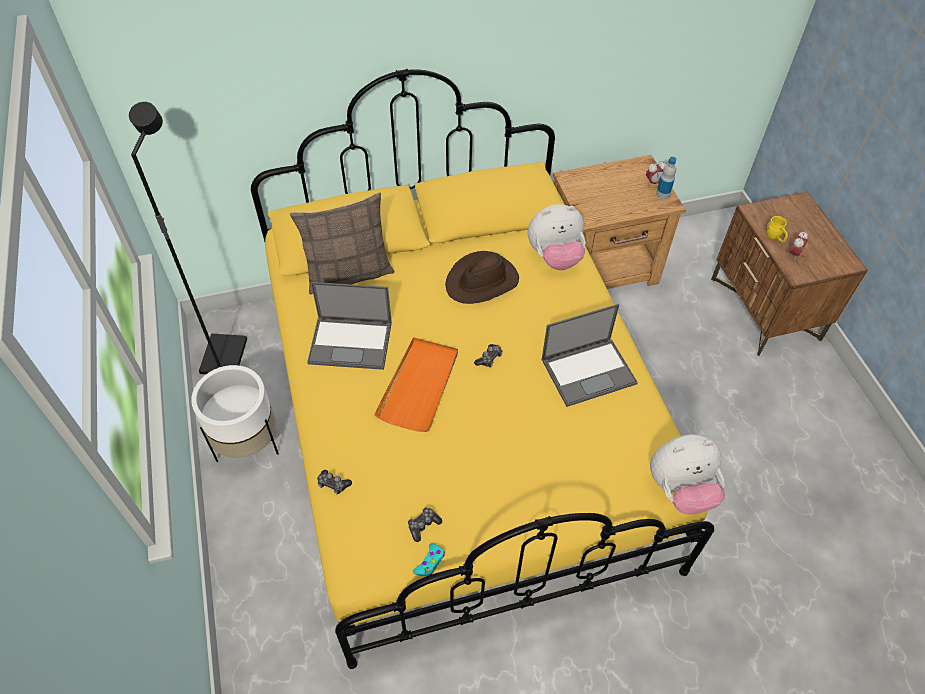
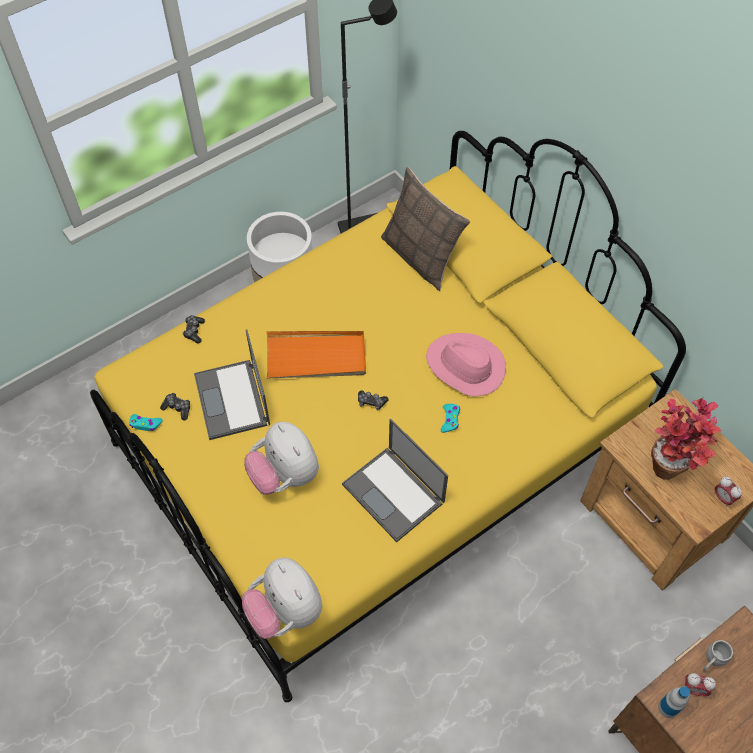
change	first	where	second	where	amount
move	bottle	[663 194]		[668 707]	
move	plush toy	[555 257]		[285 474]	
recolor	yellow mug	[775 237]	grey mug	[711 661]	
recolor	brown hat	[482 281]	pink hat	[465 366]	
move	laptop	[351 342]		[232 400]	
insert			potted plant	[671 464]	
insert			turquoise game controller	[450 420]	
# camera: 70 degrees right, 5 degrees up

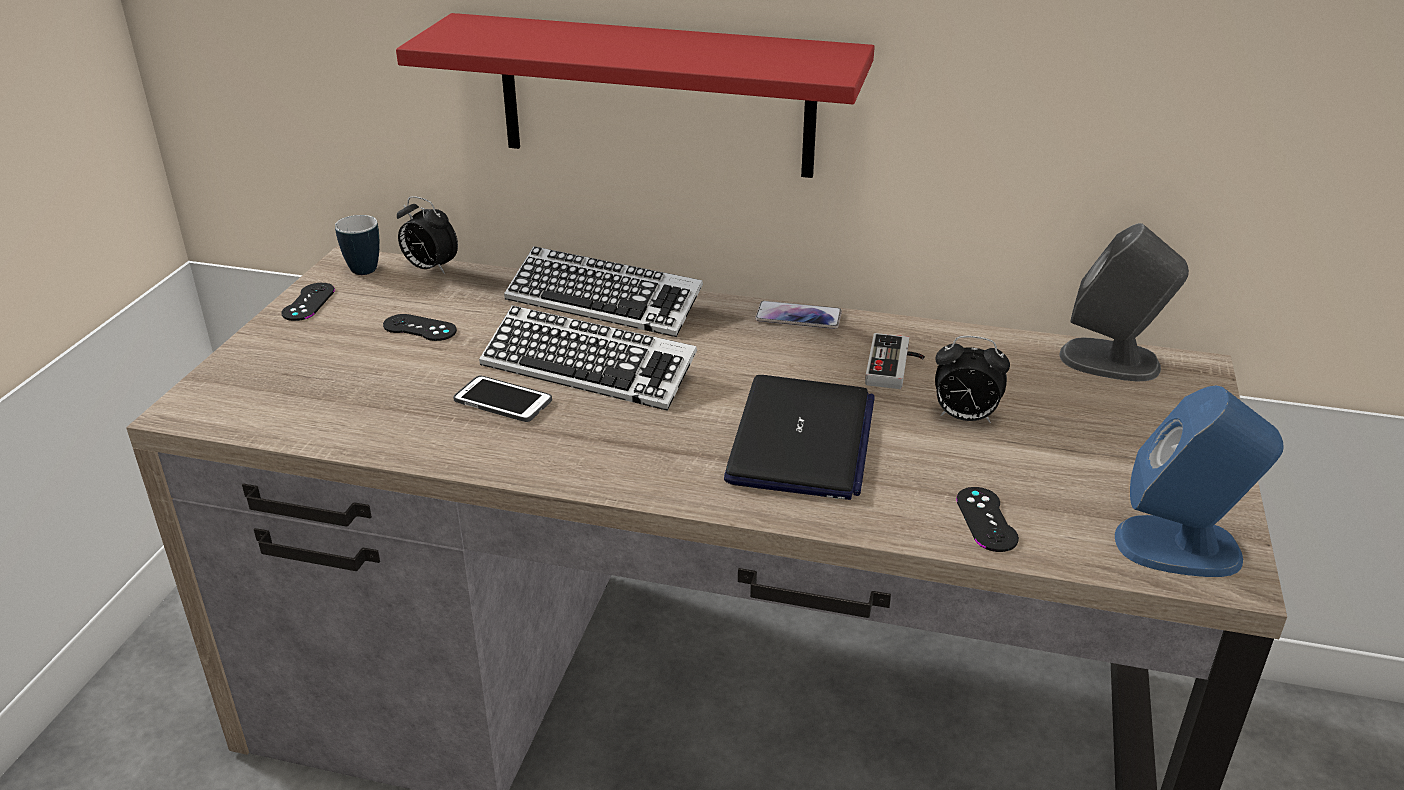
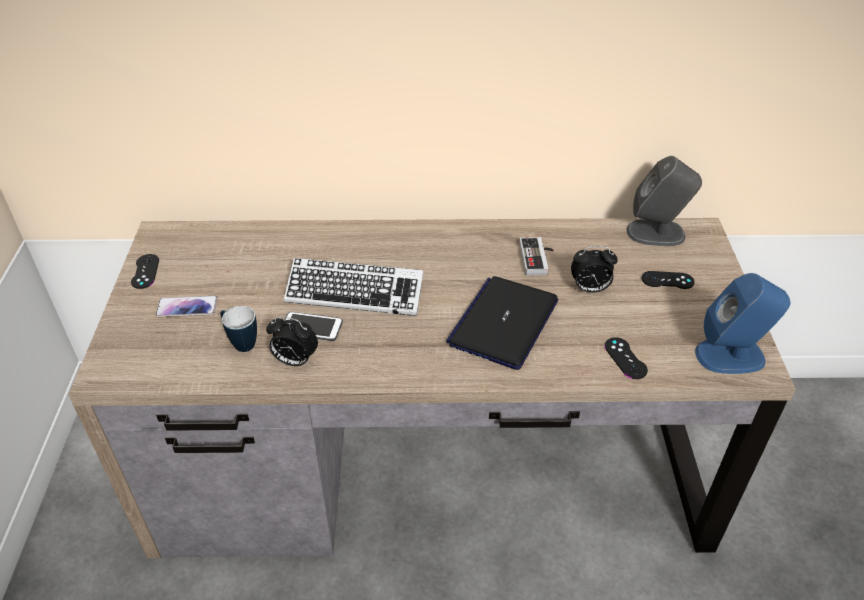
change	first	where	second	where	amount
delete	red shelf	[656 96]			
move	alarm clock	[429 268]		[295 361]	
move	mug	[360 267]		[240 343]	
delete	keyboard	[603 302]			
move	phone	[798 316]		[187 307]	
move	black game controller	[419 328]		[667 280]	
rotate	laptop	[801 440]		[503 323]	150 degrees counterclockwise
# camera: 15 degrees left, 10 degrees up

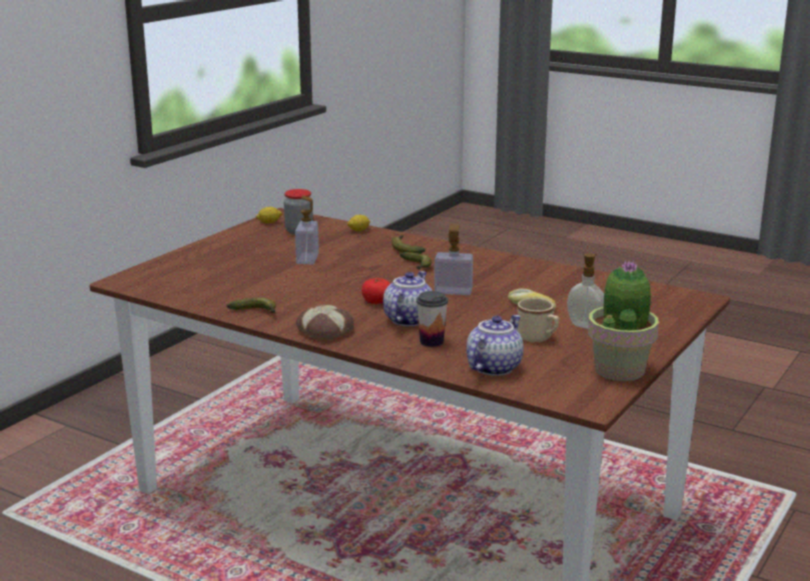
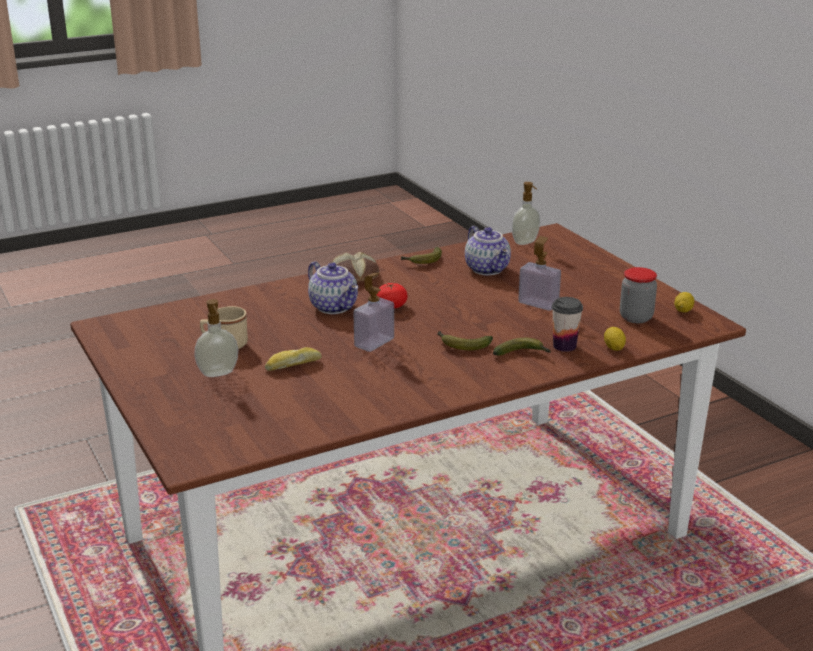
change	first	where	second	where	amount
delete	potted plant	[620 369]			
move	cup	[431 342]		[564 346]	
move	teapot	[493 367]		[488 269]	
insert			soap dispenser	[526 242]	
# camera: 120 degrees right, 5 degrees up

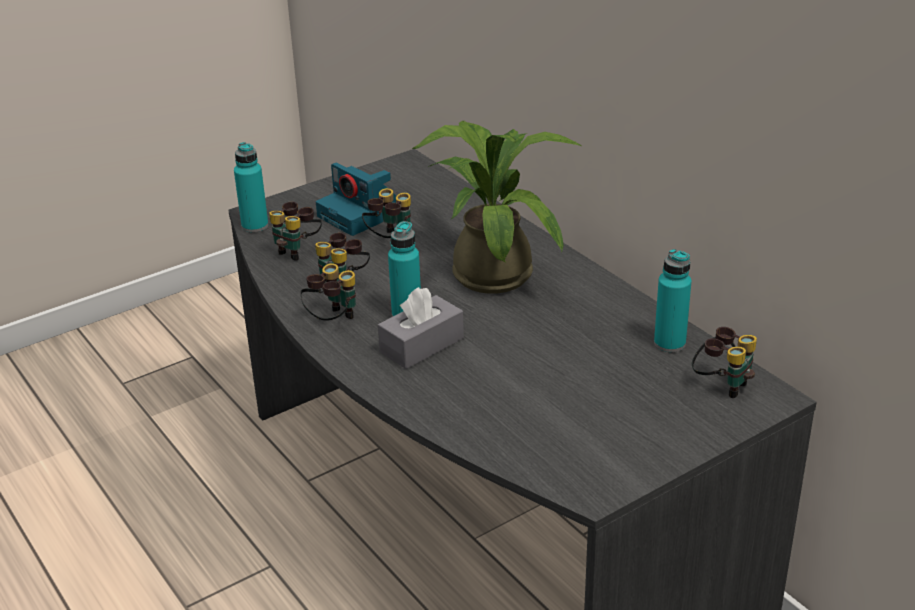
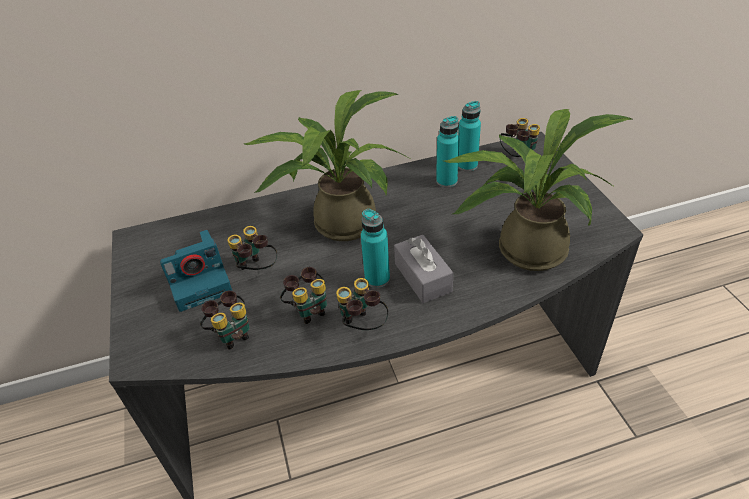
change	first	where	second	where	amount
move	turquoise bottle	[255 226]		[446 181]	
insert			potted plant	[523 248]	
# camera: 70 degrees left, 10 degrees up

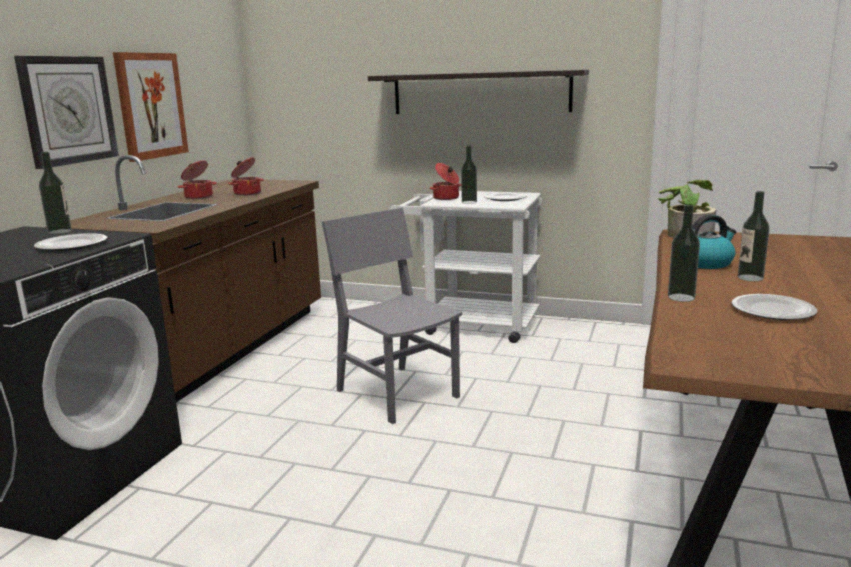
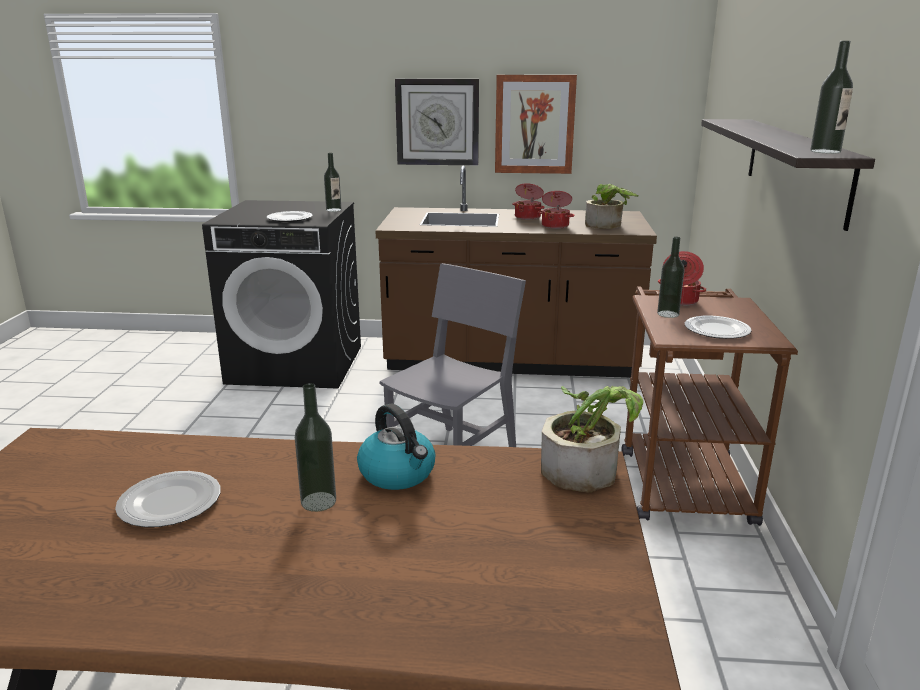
change	first	where	second	where	amount
recolor	white cart	[470 324]	brown cart	[681 478]	
move	bottle	[681 297]		[825 151]	
insert			potted plant	[607 225]	
# camera: 75 degrees right, 5 degrees up

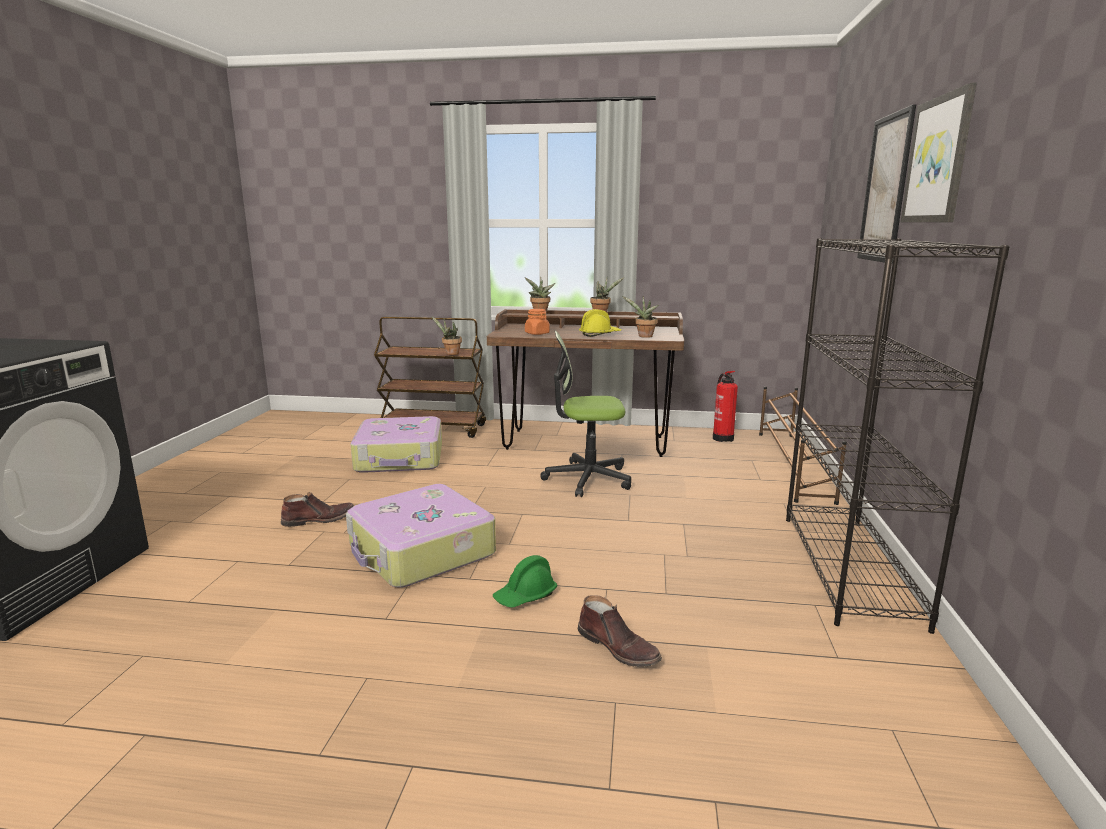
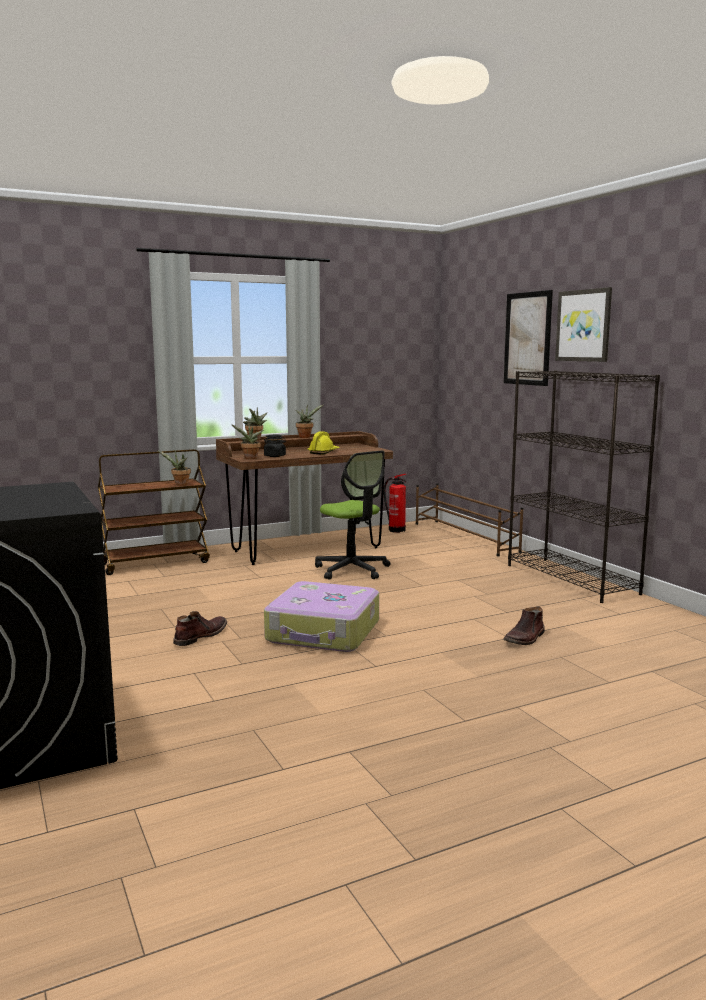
change	first	where	second	where	amount
move	potted plant	[644 336]		[250 458]	
recolor	orange jar	[537 333]	black jar	[275 456]	
rotate	office chair	[587 478]		[352 570]	90 degrees counterclockwise
delete	suitcase	[400 458]			
delete	green hard hat	[525 596]			
rotate	brown boot	[619 647]		[525 638]	120 degrees clockwise
# camera: 35 degrees left, 5 degrees down

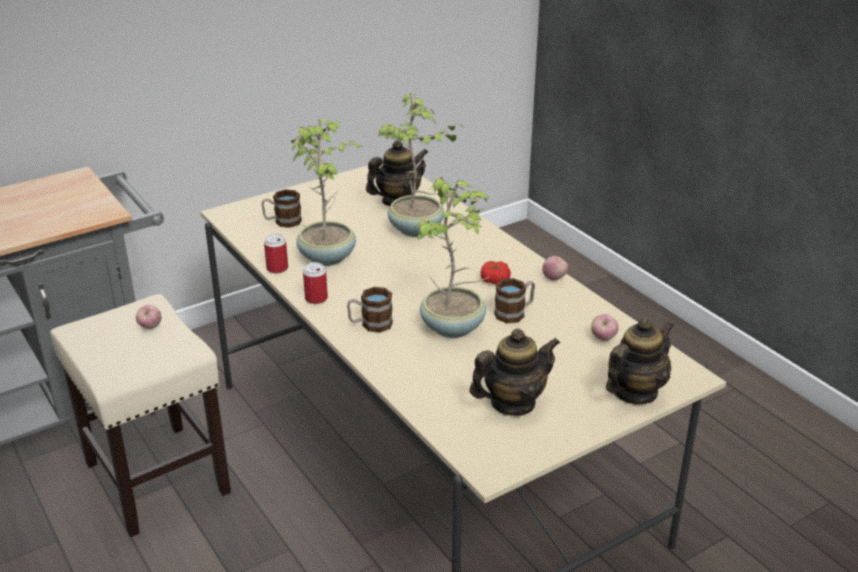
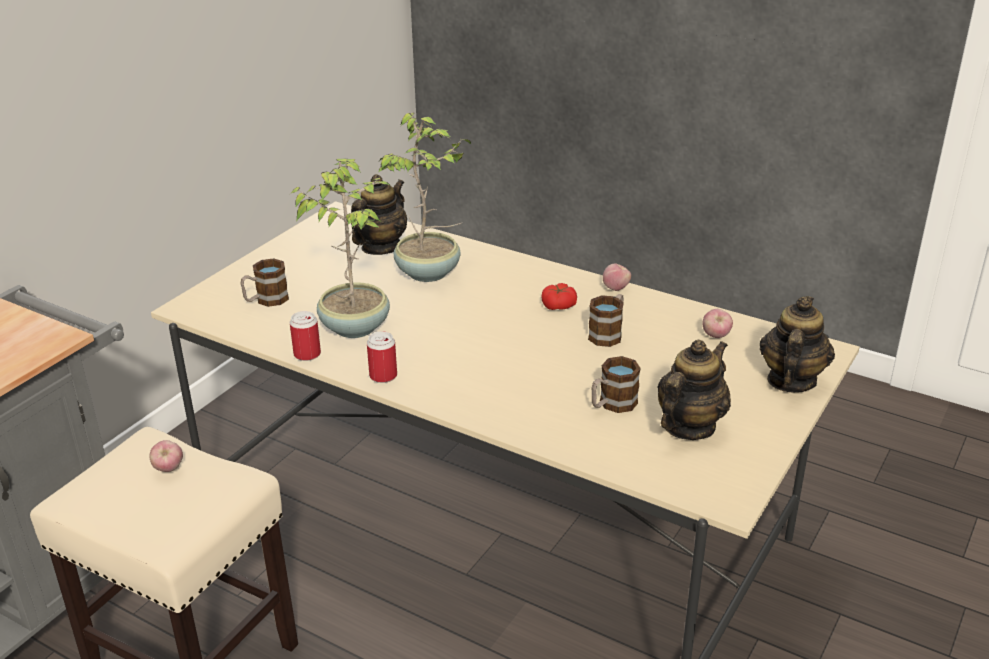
change	first	where	second	where	amount
delete	potted plant	[454 327]			
move	mug	[370 324]		[612 404]	
# camera: 25 degrees left, 0 degrees up

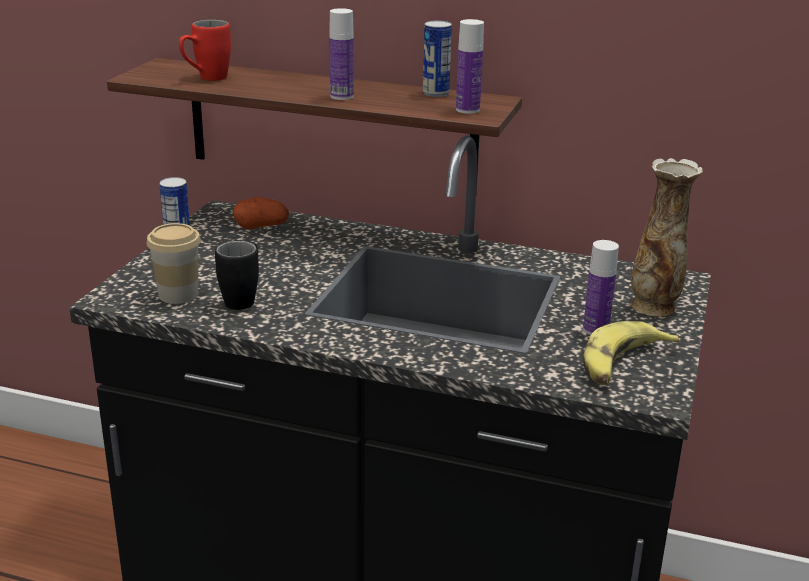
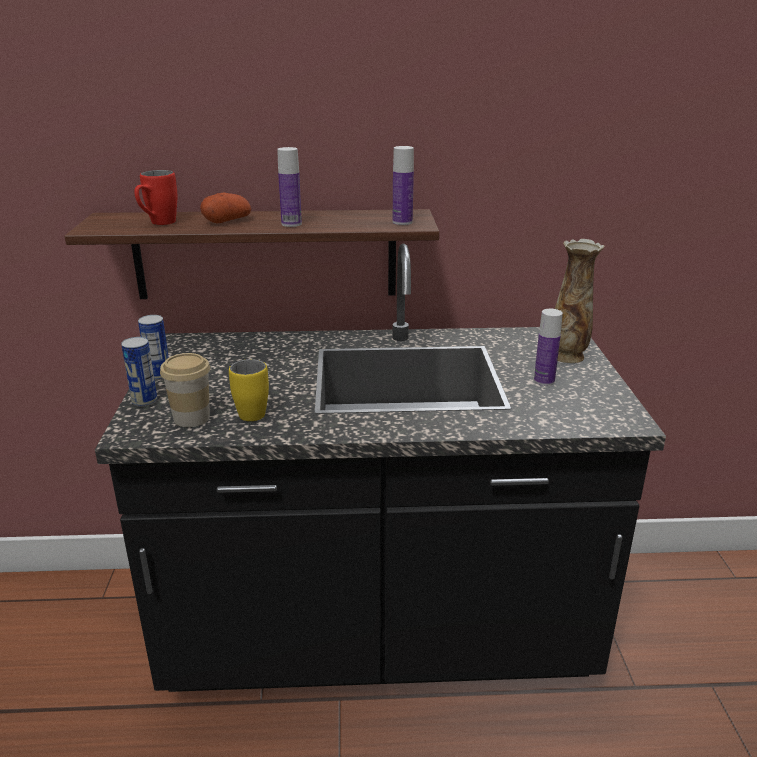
change	first	where	second	where	amount
move	can	[435 93]		[144 401]	
move	potato	[261 226]		[227 221]	
recolor	black mug	[244 299]	yellow mug	[253 410]	
delete	banana	[622 364]			
# camera: 20 degrees left, 0 degrees up

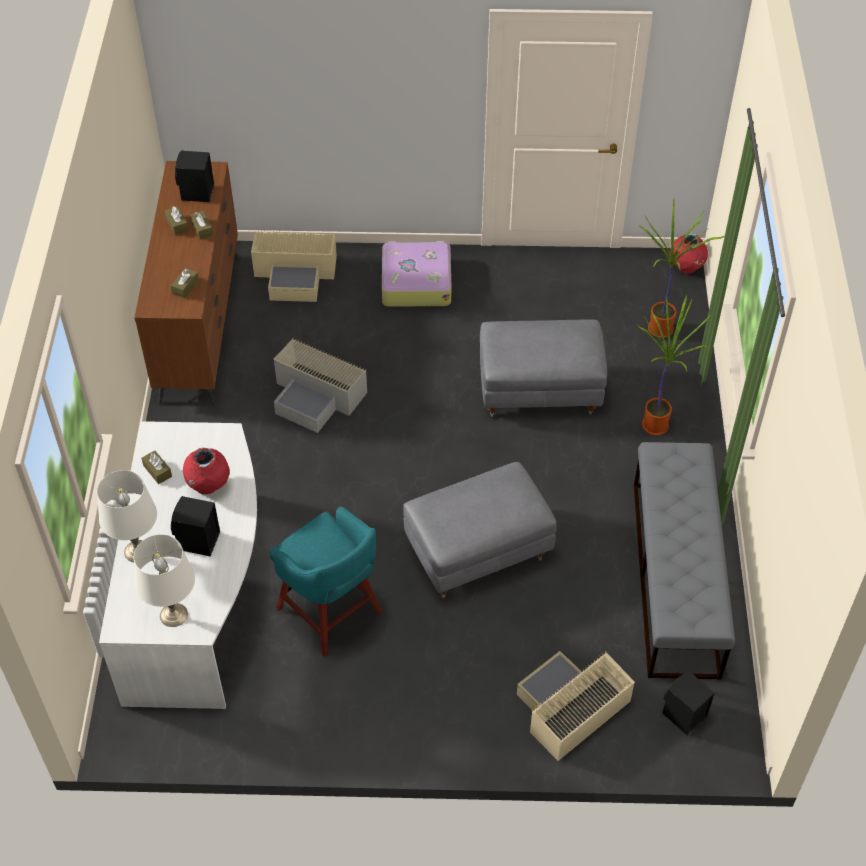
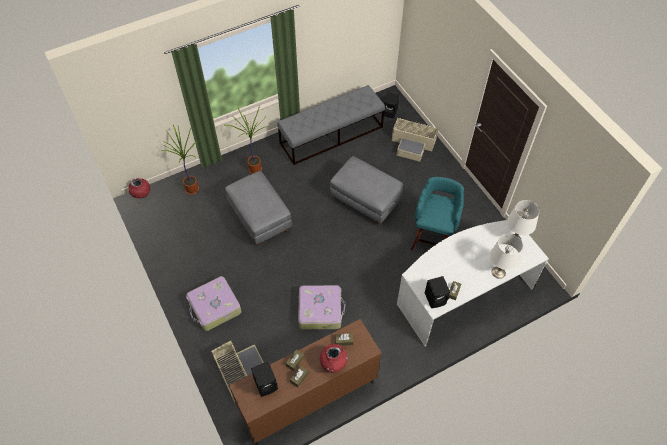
change	first	where	second	where	amount
replace	grey storage box	[317 396]	suitcase	[320 310]	
move	red vase	[208 486]		[333 364]	
move	black speaker	[198 542]		[436 298]	
# camera: 120 degrees left, 5 degrees up

